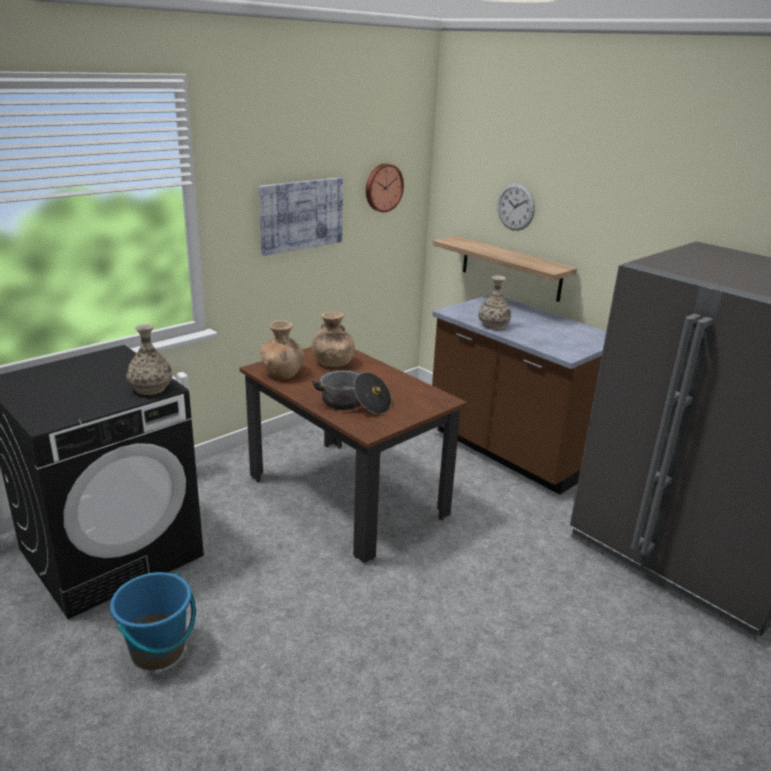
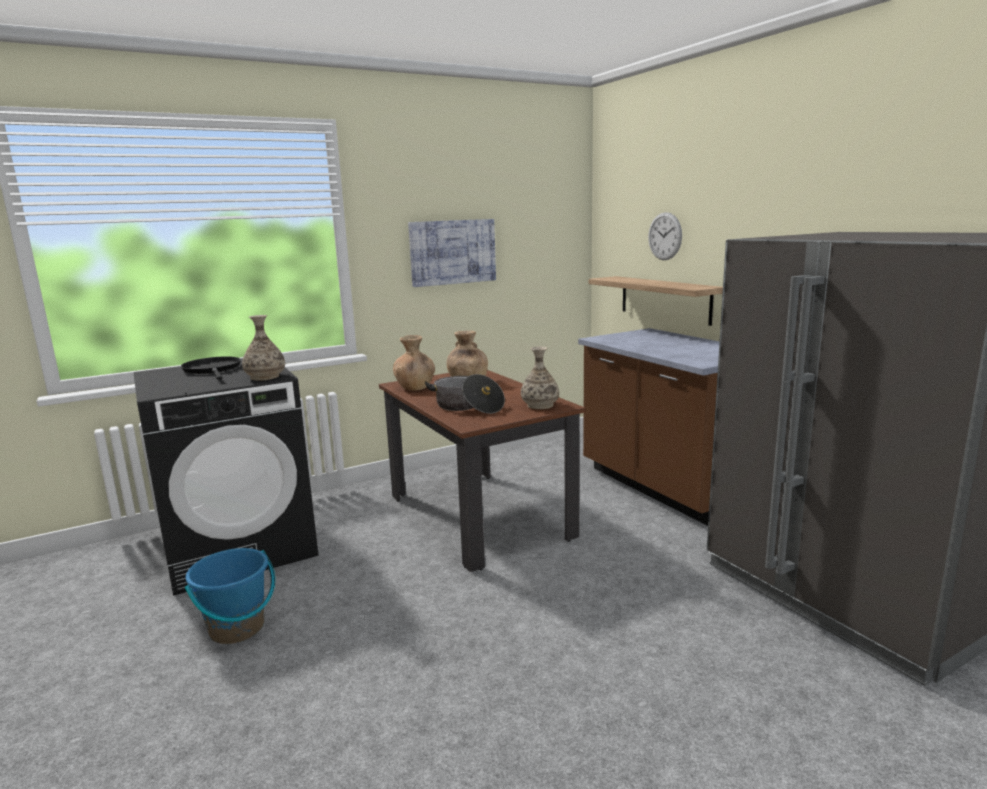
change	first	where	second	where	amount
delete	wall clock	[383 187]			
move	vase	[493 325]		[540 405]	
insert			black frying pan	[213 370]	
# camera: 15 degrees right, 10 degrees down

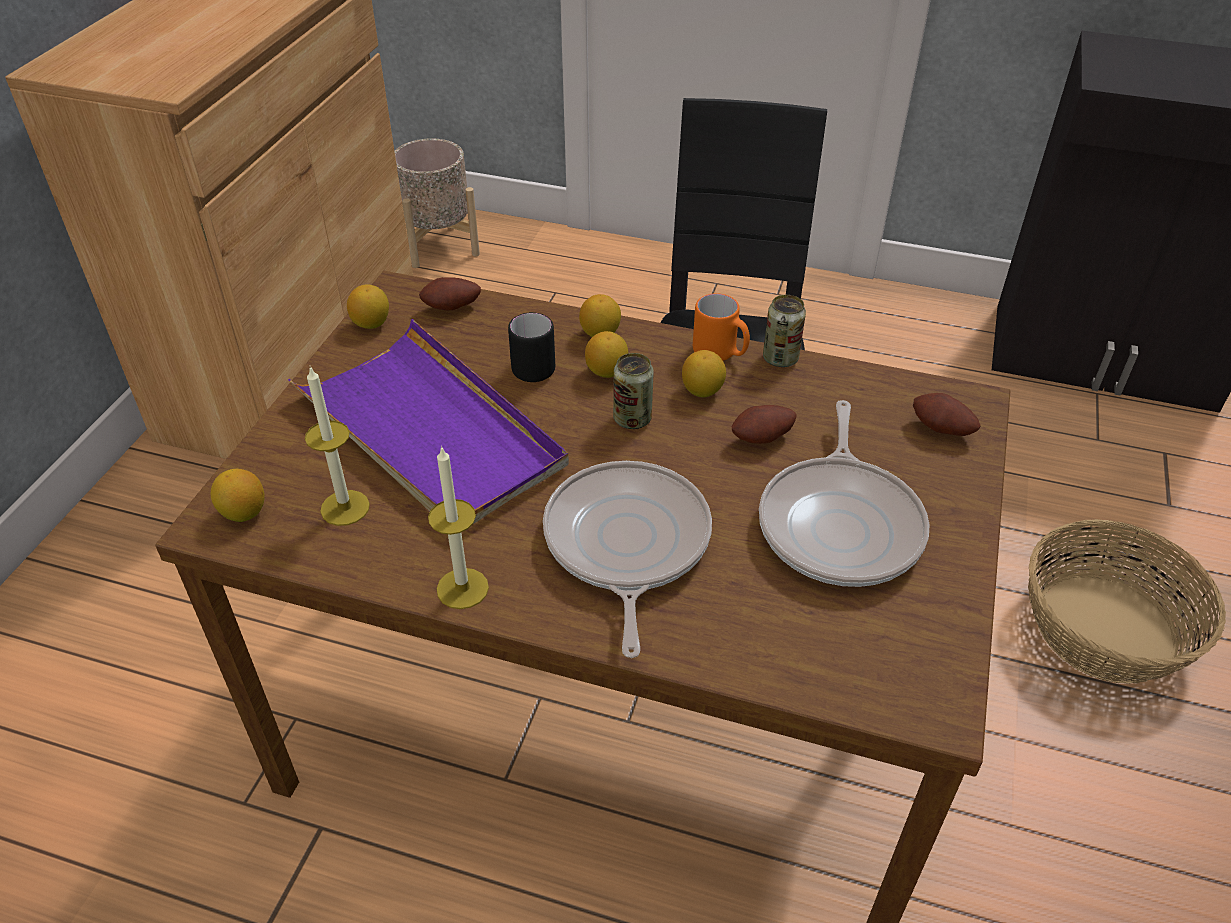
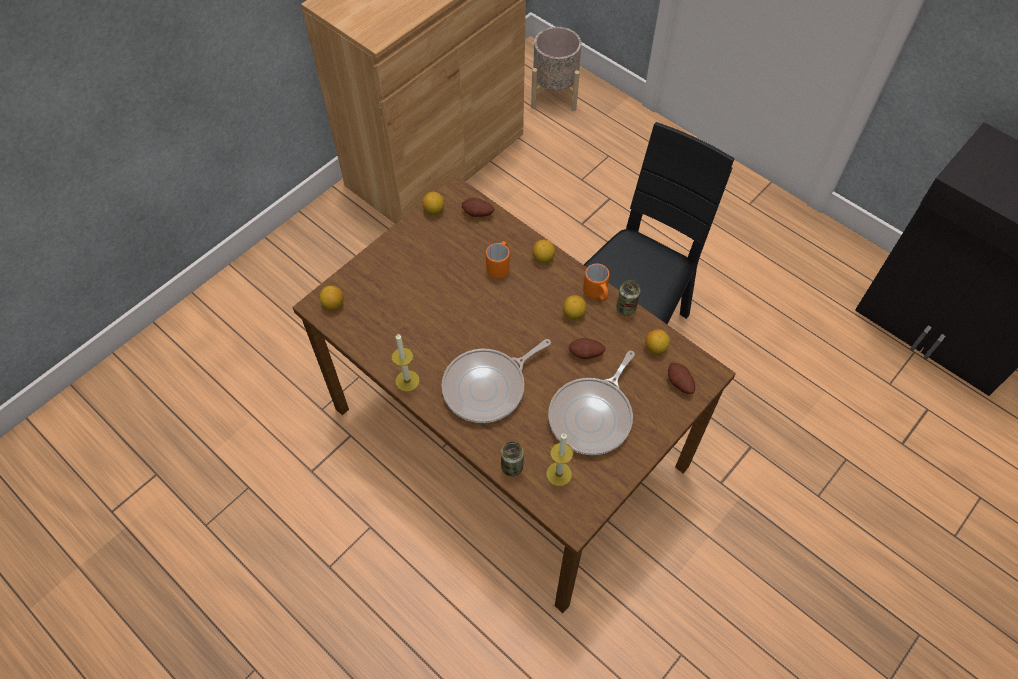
change	first	where	second	where	amount
recolor	black mug	[533 365]	orange mug	[499 266]	
delete	purple tray	[431 432]			
move	lemon	[607 371]		[655 348]	
move	can	[632 419]		[512 467]	
move	candle	[345 508]		[559 474]	
rotate	frying pan	[626 545]		[488 387]	150 degrees counterclockwise
delete	basket	[1106 628]			
# camera: 25 degrees right, 15 degrees up

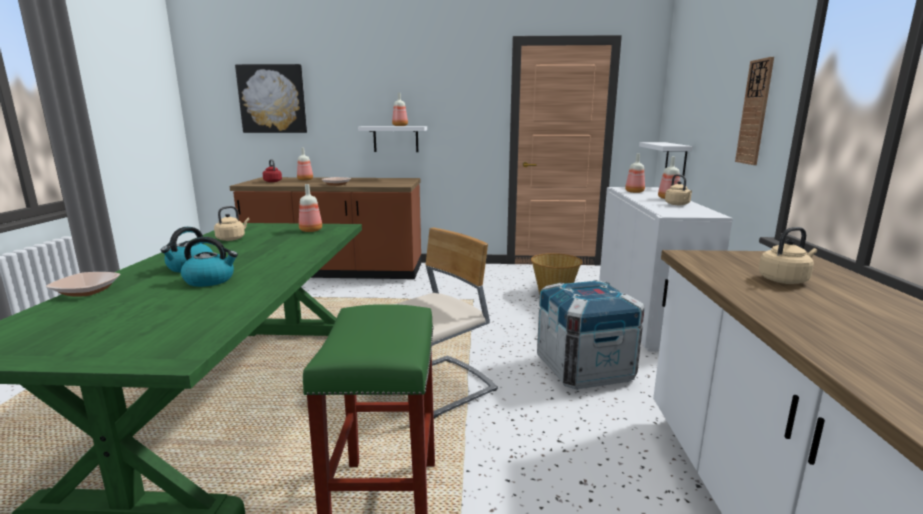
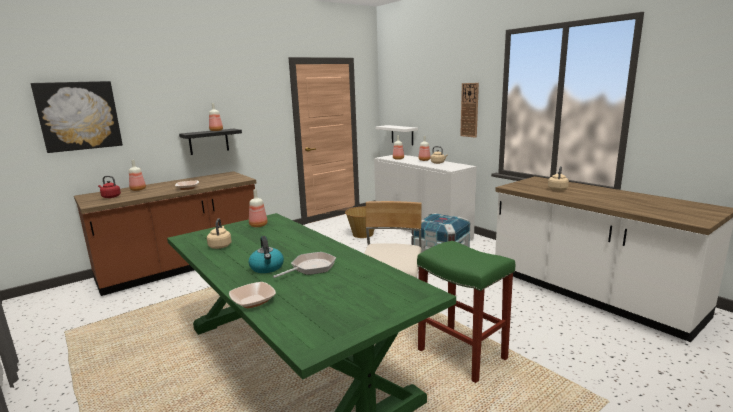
change	first	where	second	where	amount
recolor	white shelf	[395 139]	black shelf	[208 141]	
replace	kettle	[210 280]	frying pan	[311 268]	
# camera: 40 degrees left, 0 degrees up

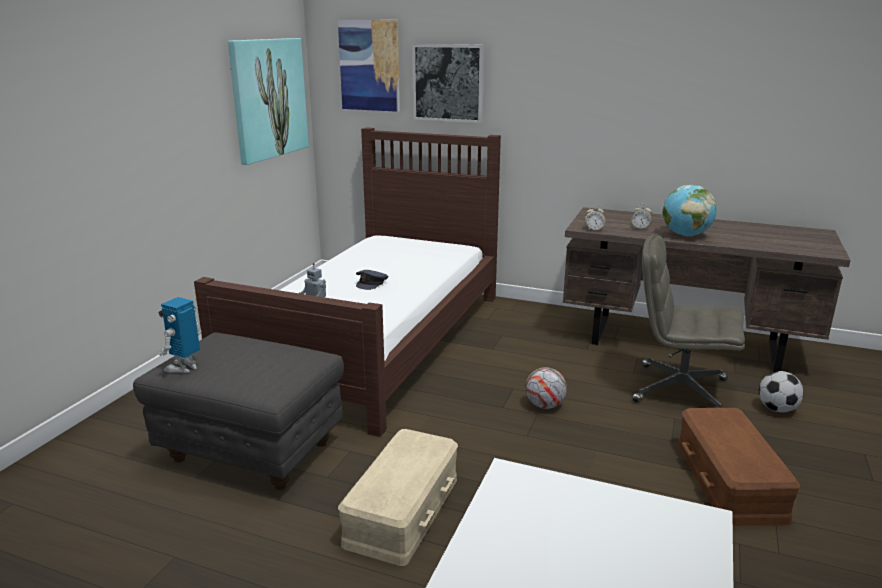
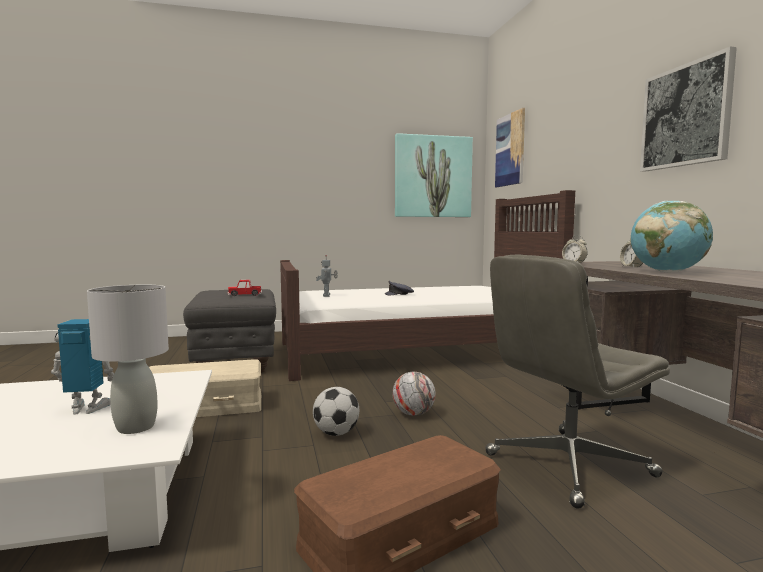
change	first	where	second	where	amount
move	picture	[448 83]		[686 116]	
rotate	grey office chair	[678 390]		[567 466]	105 degrees counterclockwise
move	toy robot	[184 368]		[88 409]	
move	football	[776 409]		[336 433]	
insert			toy car	[244 294]	
insert			grey table lamp	[135 427]	
# camera: 55 degrees right, 15 degrees down

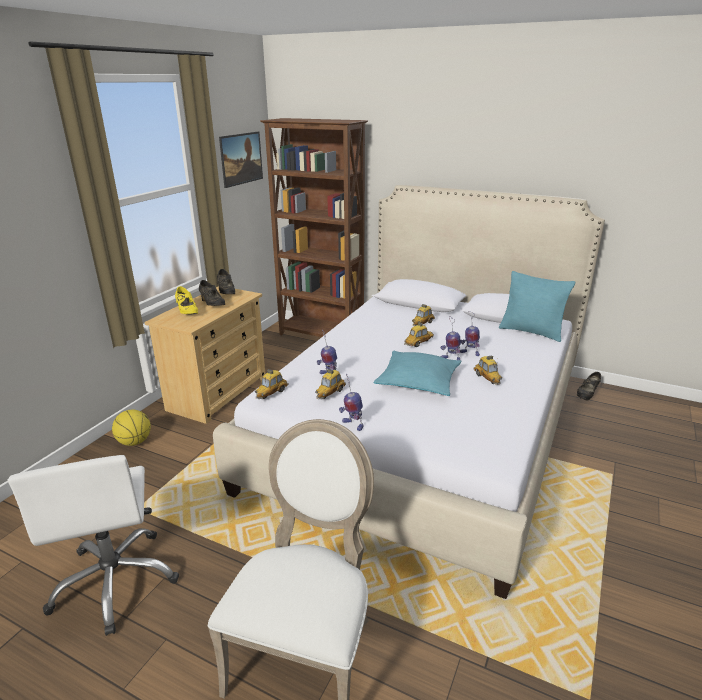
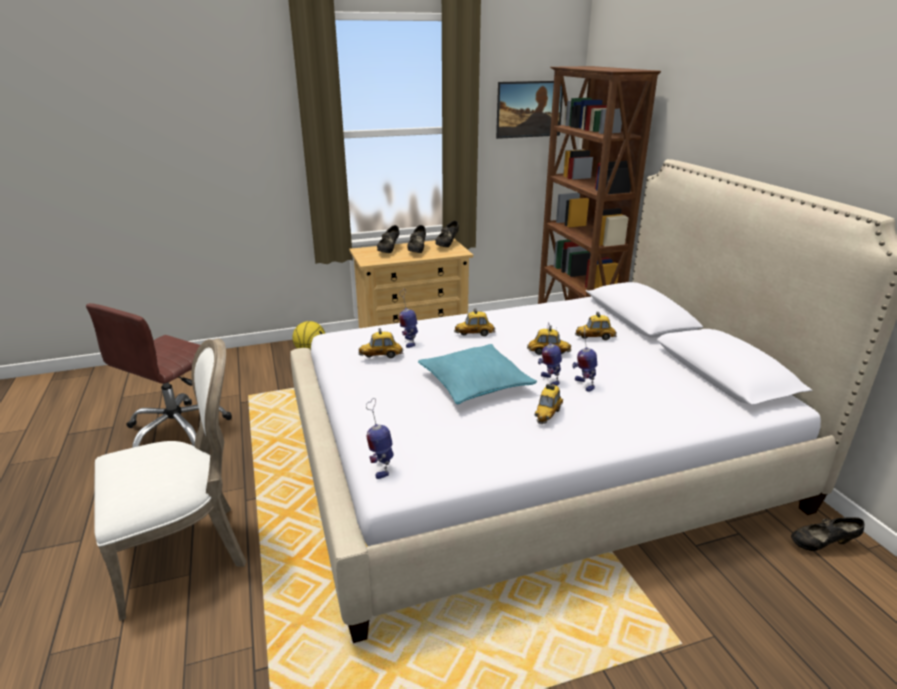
change	first	where	second	where	amount
delete	turquoise pillow	[531 332]			
recolor	yellow shoe	[187 312]	black shoe	[388 251]	
move	toy car	[271 393]		[474 334]	
move	toy robot	[352 424]		[381 467]	
recolor	white office chair	[116 581]	brown office chair	[177 431]	
# camera: 45 degrees right, 0 degrees up

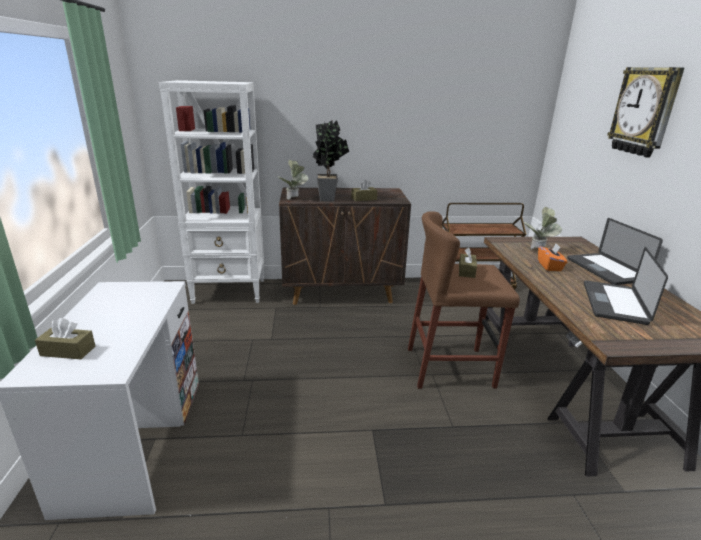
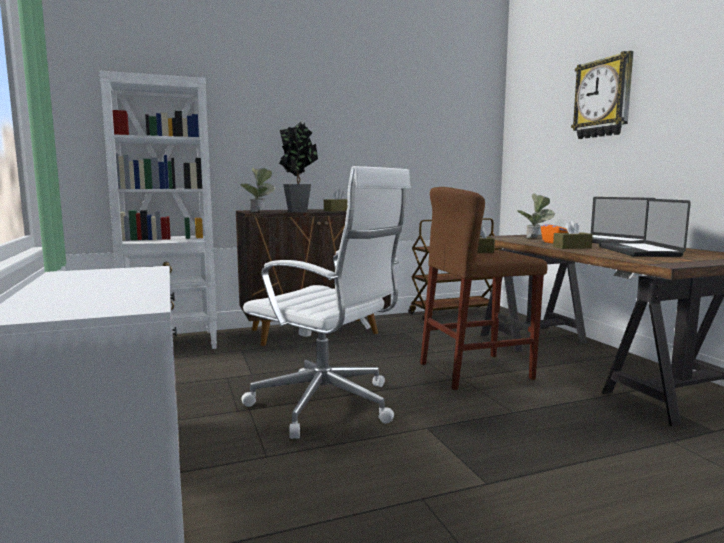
change	first	where	second	where	amount
move	brown tissue box	[68 351]		[572 247]	
insert			white office chair	[327 405]	
# camera: 15 degrees left, 15 degrees down

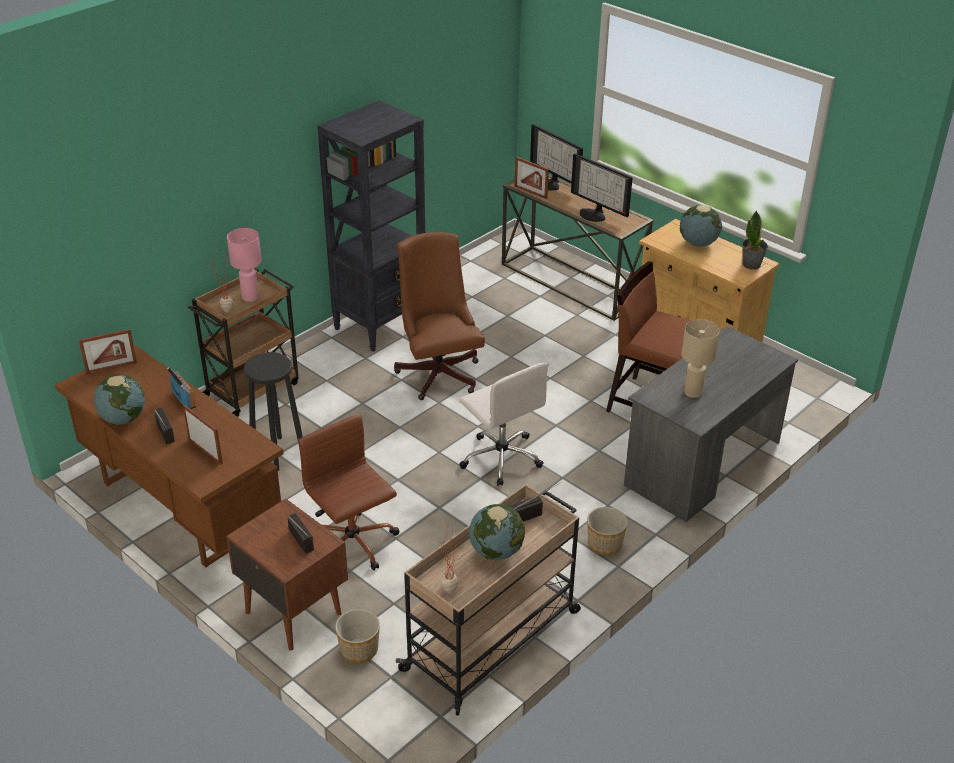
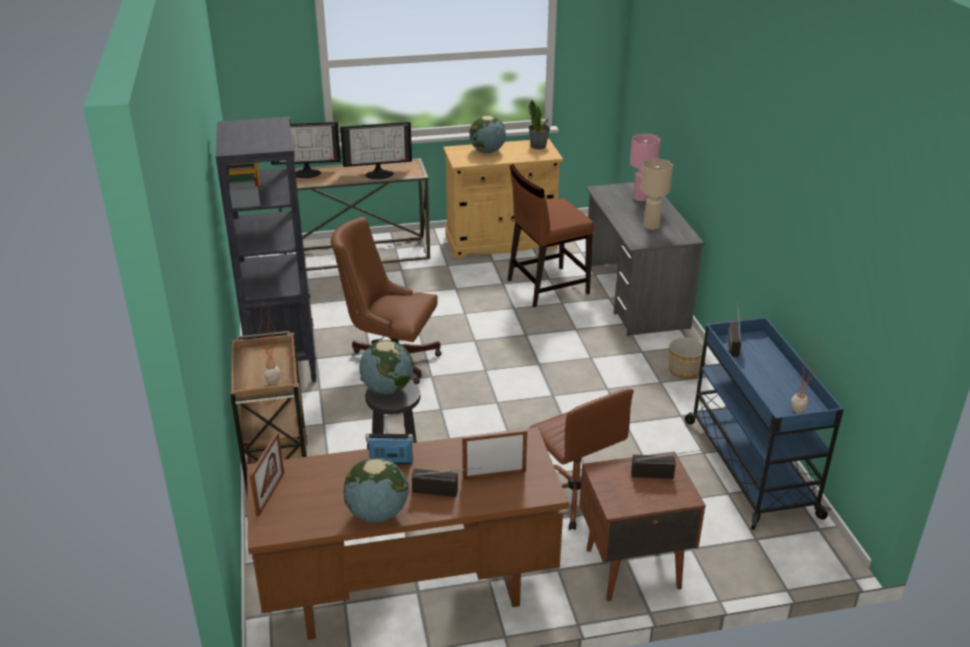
change	first	where	second	where	amount
delete	picture frame	[530 192]			
move	pink table lamp	[249 297]		[640 198]	
delete	white office chair	[501 457]			
rotate	brown office chair	[353 545]		[573 496]	120 degrees counterclockwise
recolor	beige cart	[493 639]	blue cart	[749 466]	
move	globe	[496 551]		[387 389]	
delete	planter	[358 650]			
# camera: 55 degrees left, 5 degrees down

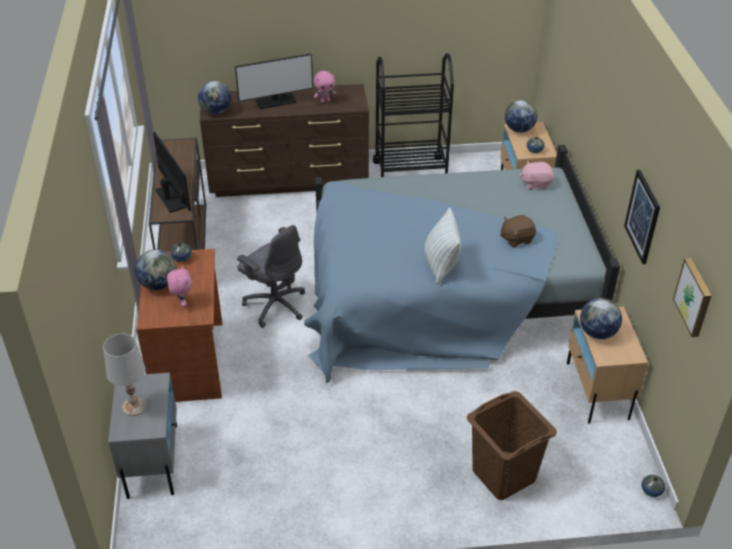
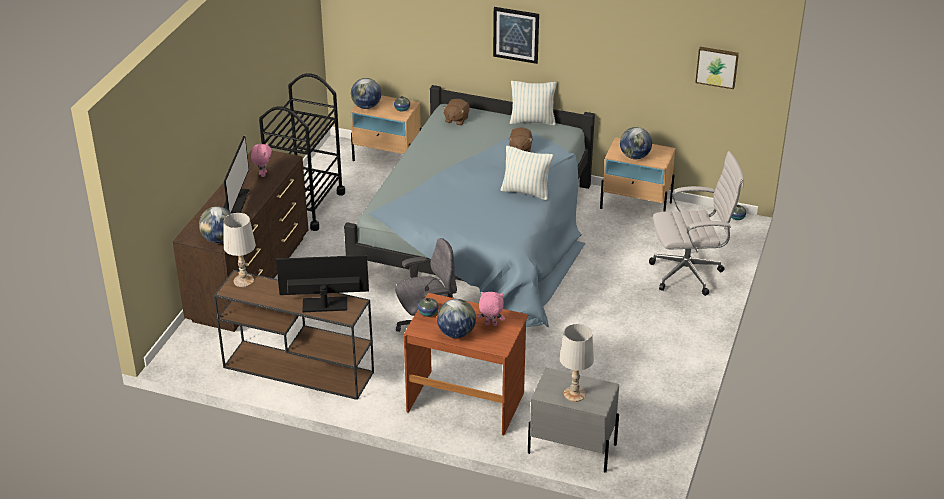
change	first	where	second	where	amount
recolor	pink plush toy	[535 183]	brown plush toy	[456 120]	
move	picture	[643 216]		[516 34]	
replace	brown laundry basket	[503 475]	white office chair	[689 274]	
insert			pillow	[532 121]	
insert			white table lamp	[243 280]	
# camera: 65 degrees left, 5 degrees down

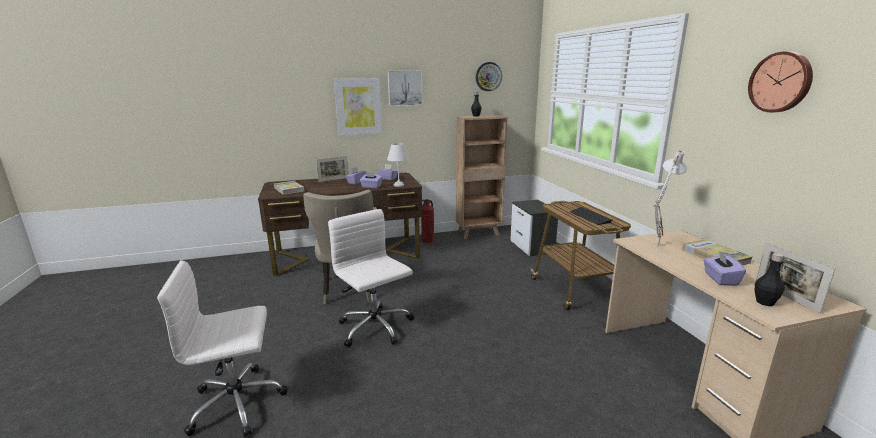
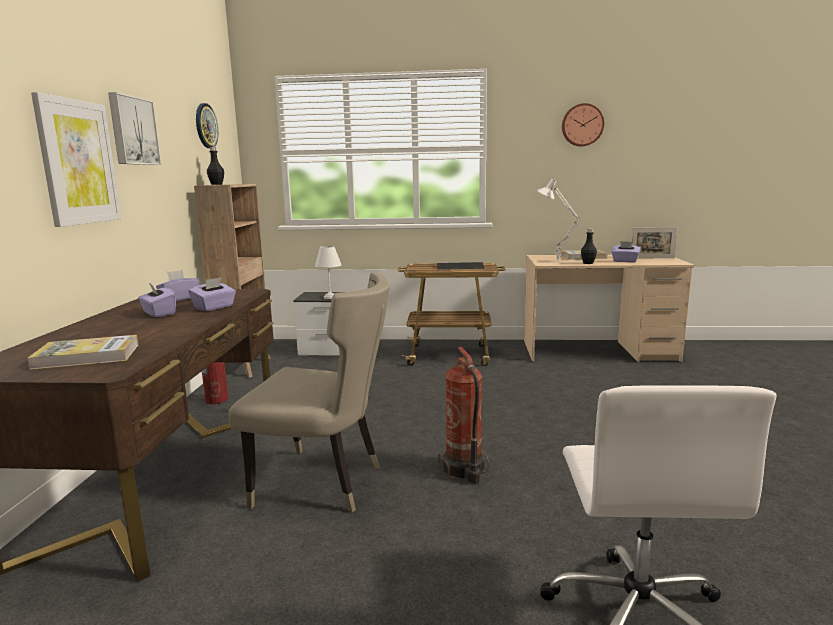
change	first	where	second	where	amount
move	white table lamp	[399 185]		[329 297]	
delete	picture frame	[333 179]			
replace	white office chair	[376 328]	fire extinguisher	[463 470]	
move	black bottle	[765 302]		[588 263]	
# camera: 70 degrees left, 5 degrees down

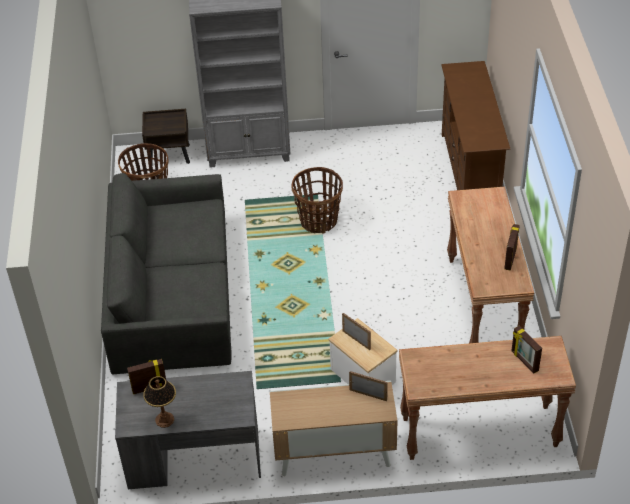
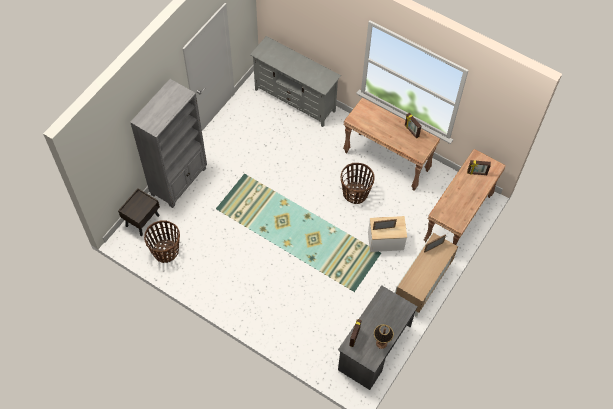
change	first	where	second	where	amount
recolor	brown tv stand	[470 174]	grey tv stand	[295 100]	
move	basket	[318 220]		[355 193]	
delete	grey sofa	[171 294]			
# camera: 55 degrees left, 15 degrees up

